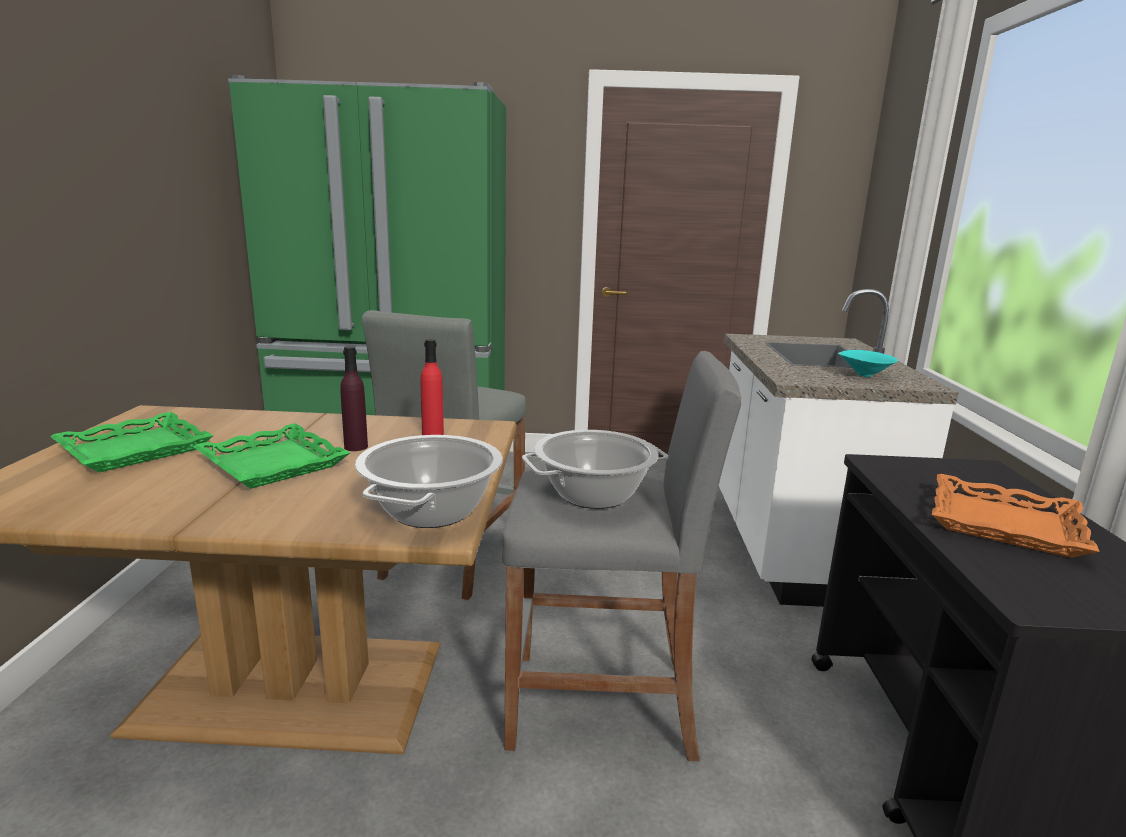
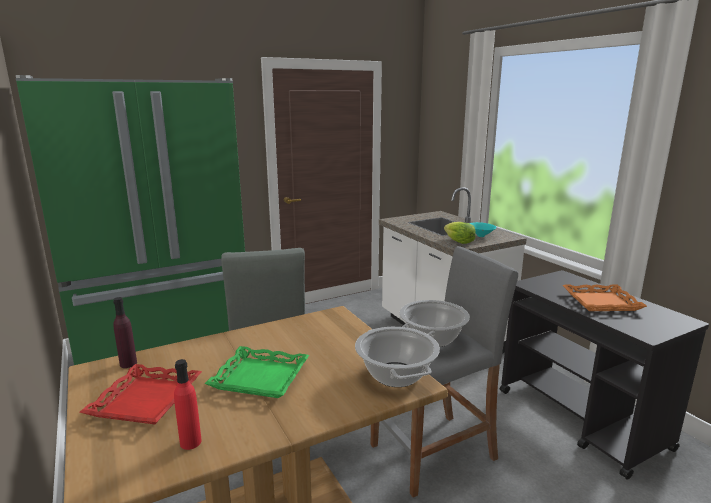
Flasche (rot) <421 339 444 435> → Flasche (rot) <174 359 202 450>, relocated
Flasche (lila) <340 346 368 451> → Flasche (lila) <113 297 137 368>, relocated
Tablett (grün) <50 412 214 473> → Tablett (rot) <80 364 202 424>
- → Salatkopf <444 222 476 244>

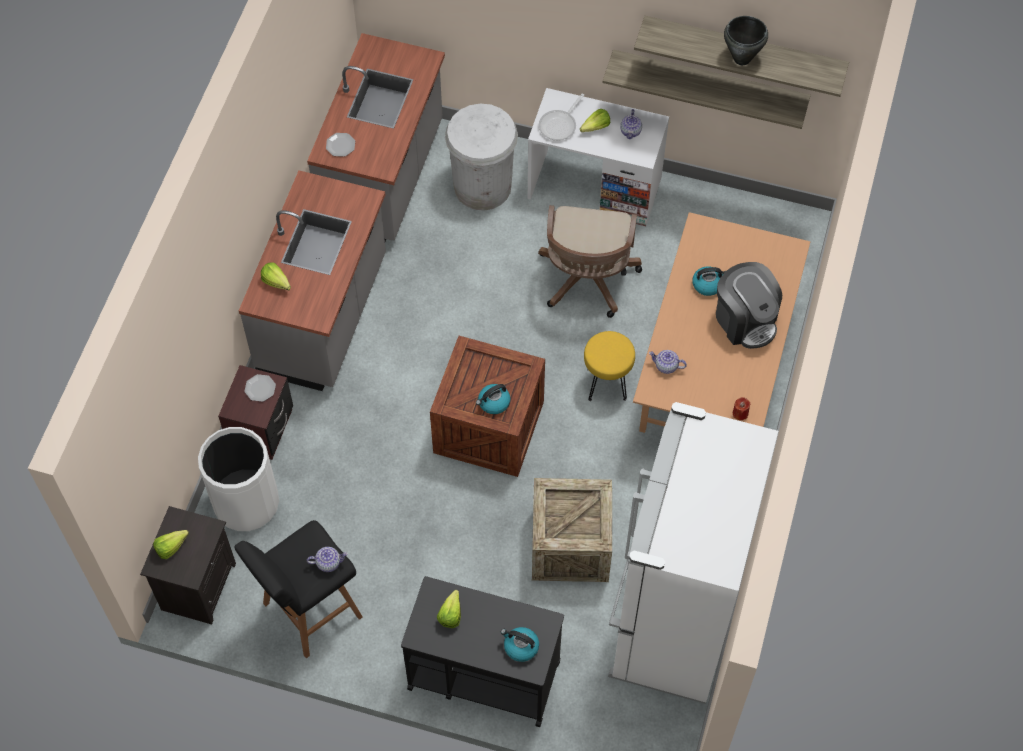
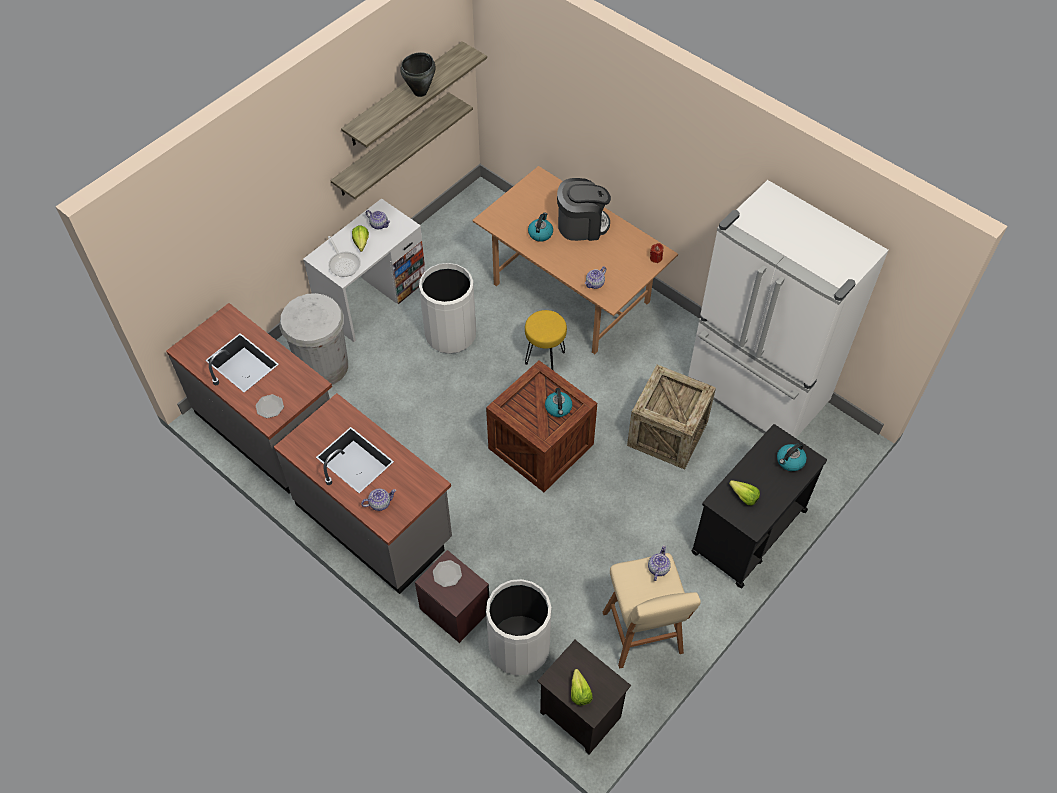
Bürostuhl (braun) <538 205 642 318> → Mülleimer (weiß) <419 263 476 354>
Salatkopf <261 262 291 290> → Teekanne <361 488 396 511>
Hocker (schwarz) <234 520 363 658> → Hocker (beige) <603 553 701 669>

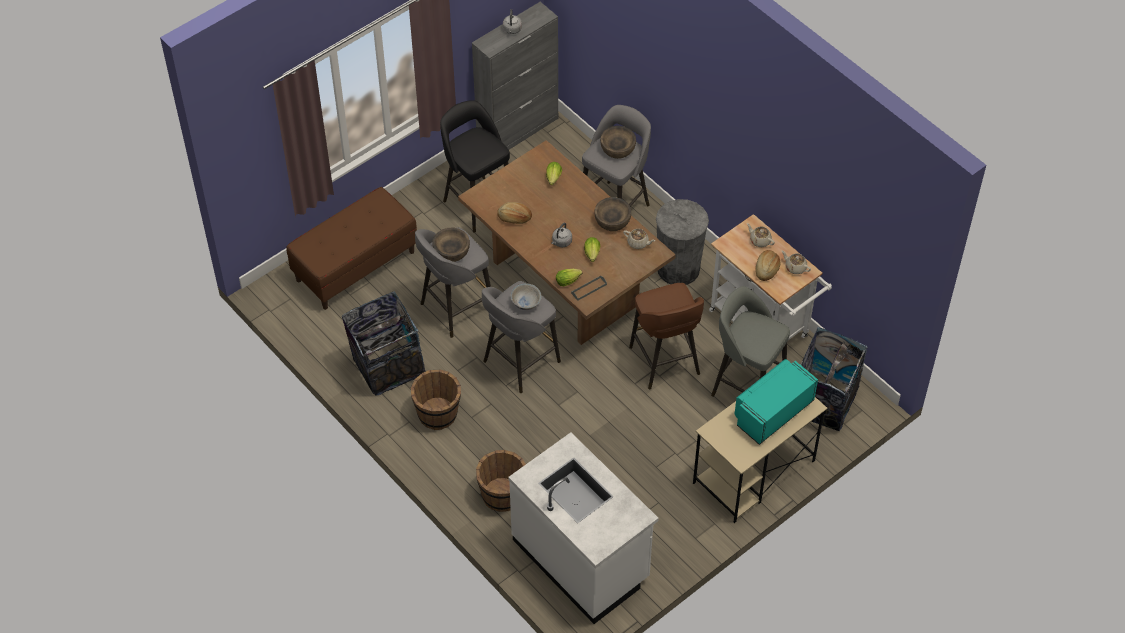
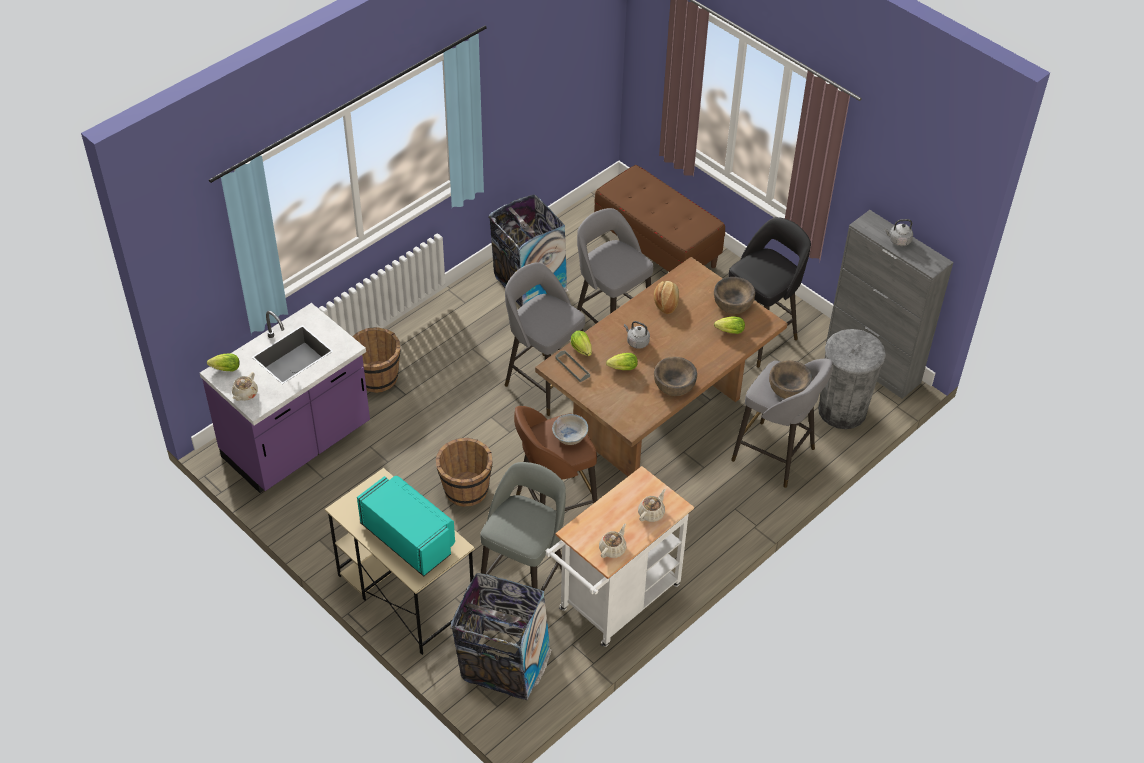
Mülleimer (grau) <656 199 709 285> → Mülleimer (grau) <818 329 886 429>, relocated
Schüssel (braun) <433 228 470 262> → Schüssel (braun) <714 277 755 314>, relocated
Teekanne (beige) <623 229 655 249> → Teekanne (beige) <232 372 258 401>, relocated
Brot <755 250 781 281> → -
Schüssel (weiß) <510 283 541 310> → Schüssel (weiß) <552 414 589 445>, relocated
Eimer (braun) <411 370 461 430> → Eimer (braun) <436 438 493 507>, relocated
Küchenzeile (weiß) <508 432 659 624> → Küchenzeile (lila) <200 303 370 493>
- → Salatkopf <207 353 240 371>

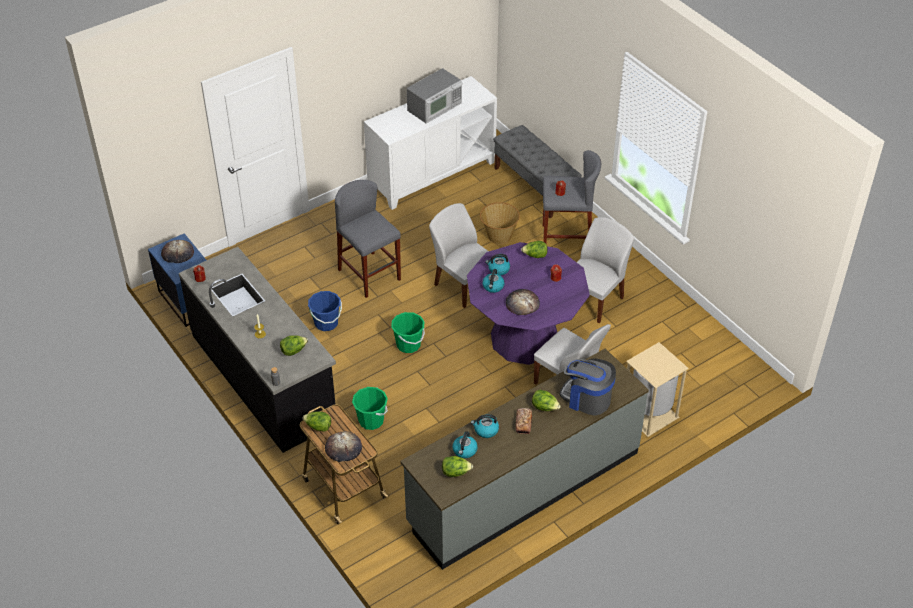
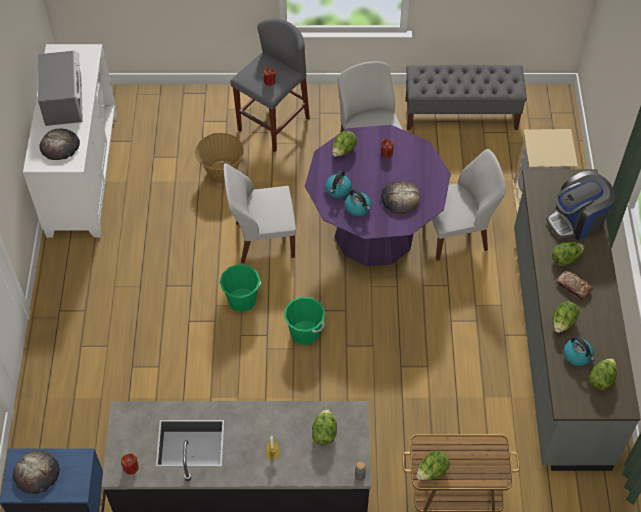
Bank (grau) <493 125 582 218> → Bank (grau) <405 65 527 130>, relocated
Hocker (grau) <335 180 401 298> → -
Eimer (blau) <308 291 342 331> → -
Eimer (grün) <352 387 388 430> → Eimer (grün) <220 264 261 312>, relocated
Wasserkessel <471 414 499 438> → Salatkopf <553 301 579 333>
Brot <325 431 362 462> → Brot <39 129 80 160>, relocated

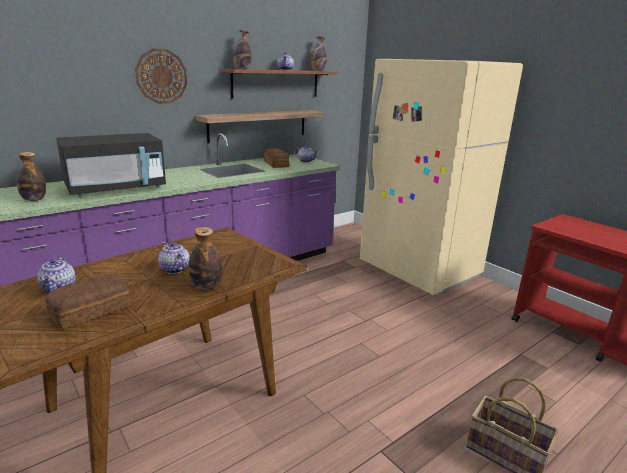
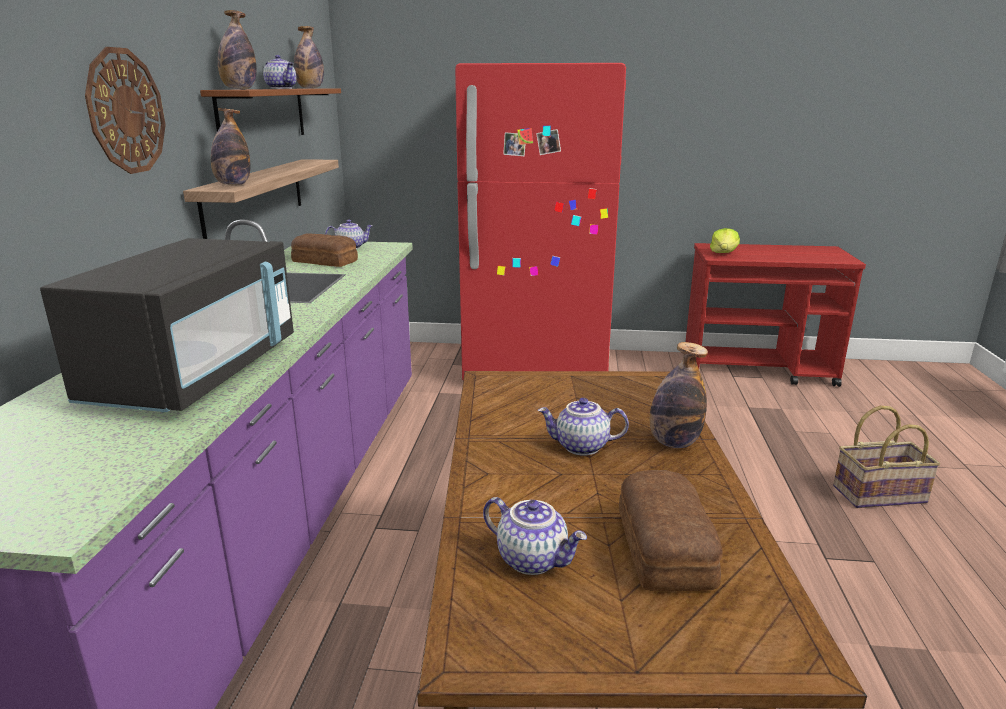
Kühlschrank (beige) <360 59 523 295> → Kühlschrank (rot) <455 63 626 380>
Flasche <17 152 46 201> → Flasche <211 108 251 185>, relocated
- → Salatkopf <710 228 740 253>

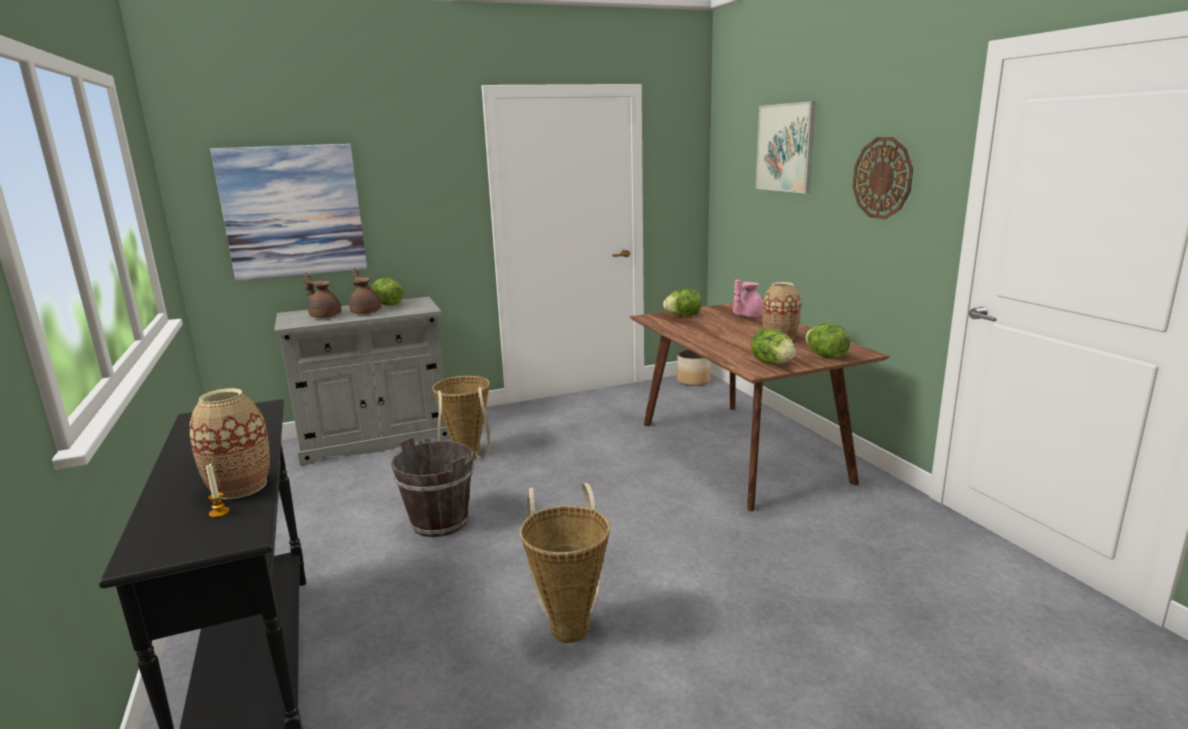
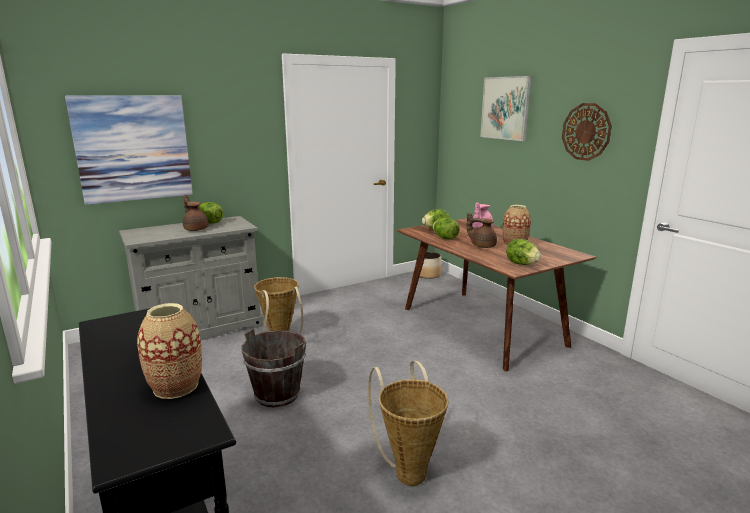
Teekanne (braun) <304 273 341 318> → Teekanne (braun) <467 212 497 248>, relocated
Salatkopf <805 323 851 359> → Salatkopf <433 217 460 239>, relocated
Kerze <206 463 230 518> → -

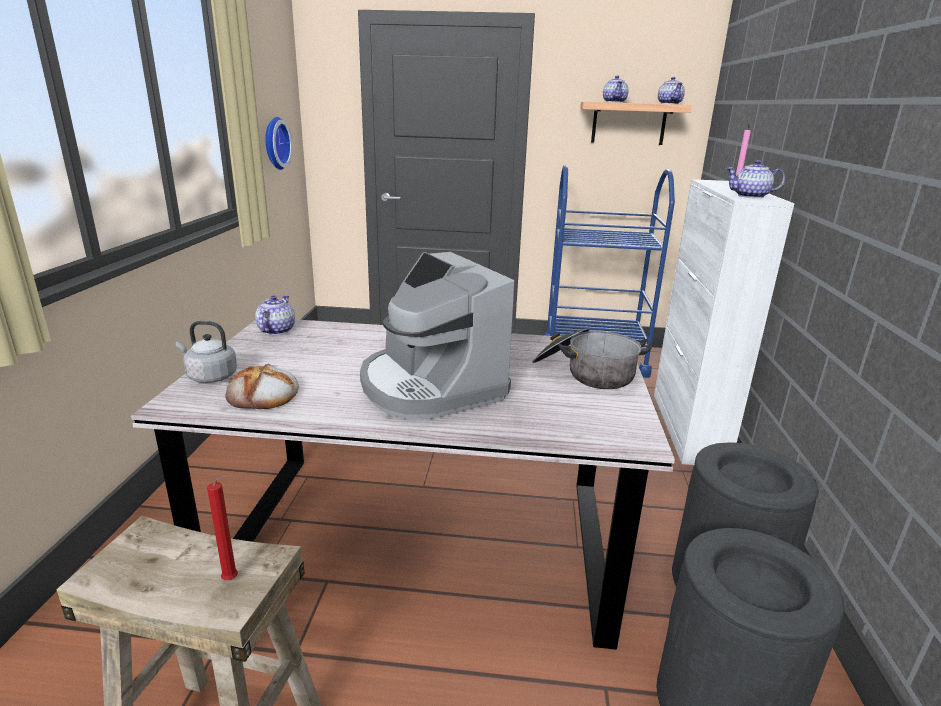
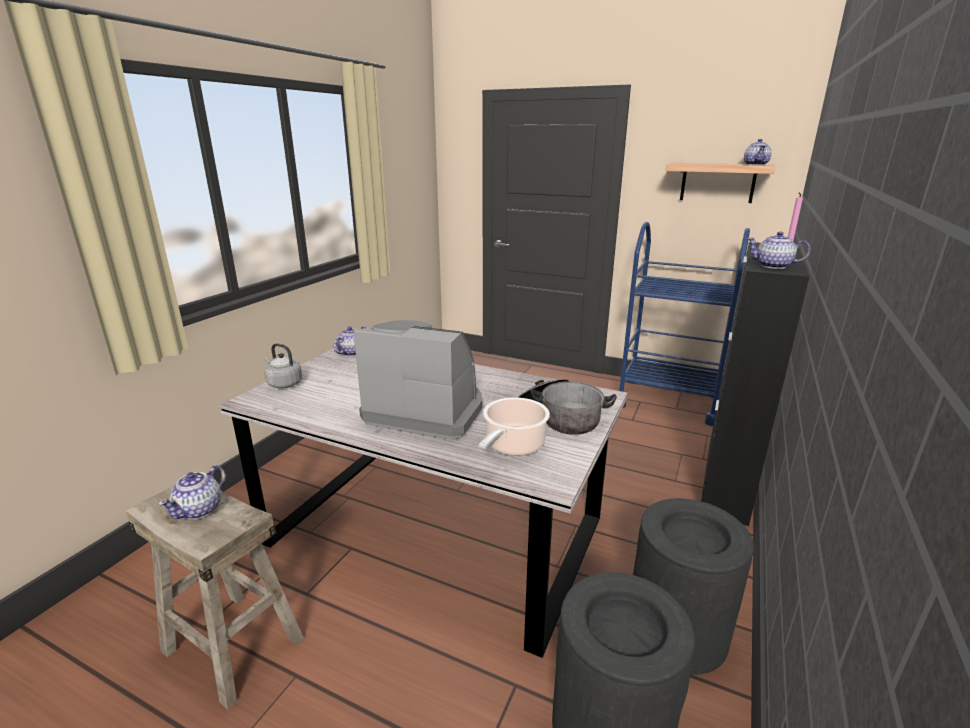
Teekanne <603 75 629 103> → Teekanne <158 465 226 519>, relocated
Wanduhr <265 117 292 170> → -
Schrank (weiß) <654 179 795 465> → Schrank (schwarz) <701 242 810 526>
Kaffeemaschine <360 252 514 419> → Kaffeemaschine <354 320 482 440>, 120 degrees clockwise
Brot <225 364 299 409> → -
Kerze (rot) <207 476 238 580> → -
- → Kochtopf <479 398 550 456>

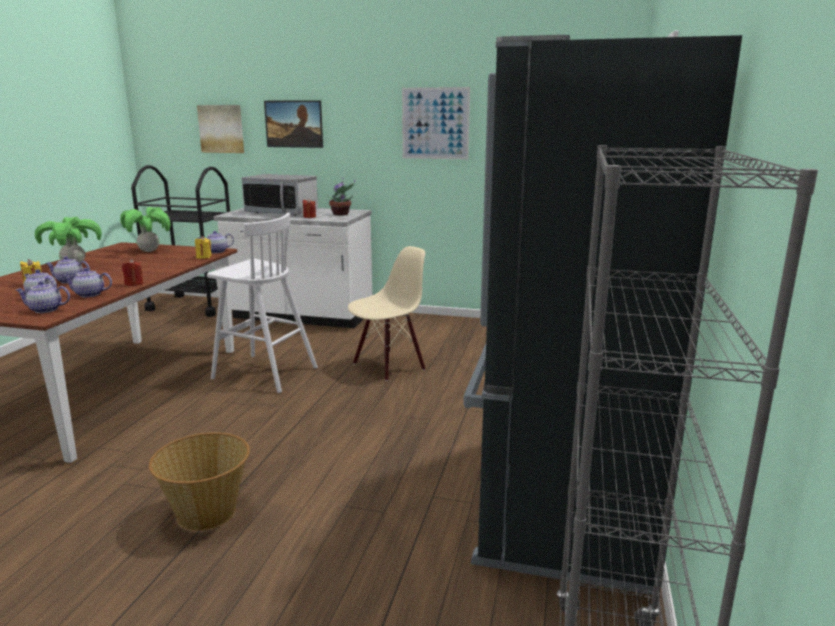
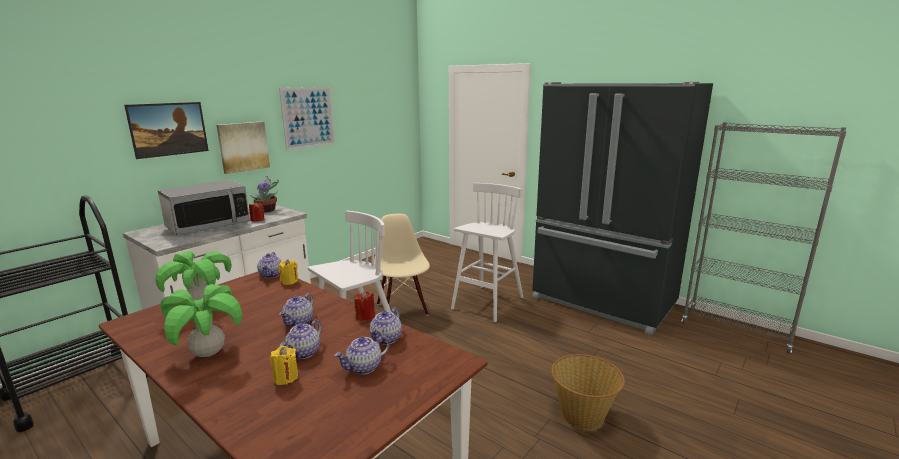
Bild <197 105 244 153> → Bild <216 121 270 174>, relocated
Teekanne <16 281 70 313> → Teekanne <279 293 314 327>, relocated
- → Hocker (weiß) <451 183 523 322>

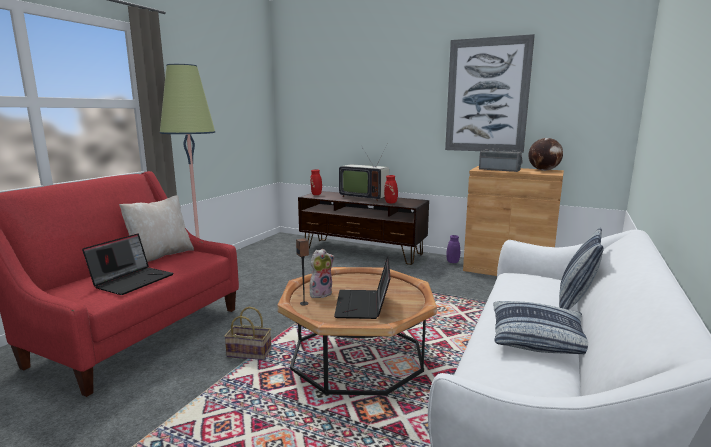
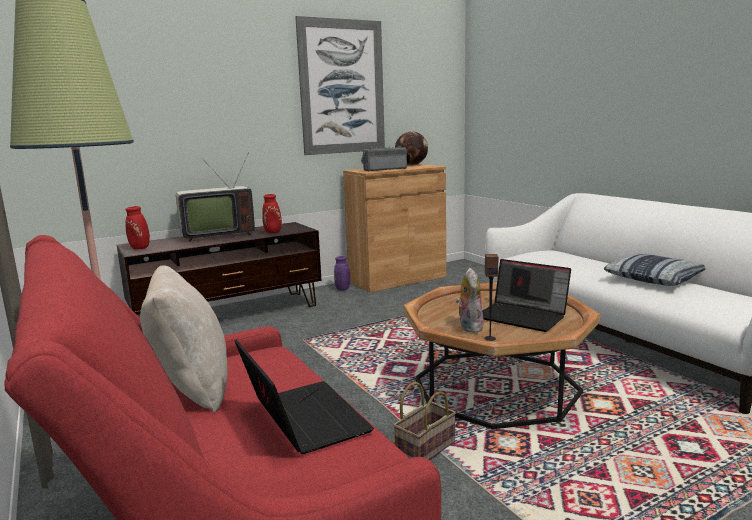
Kissen <559 228 604 310> → -

